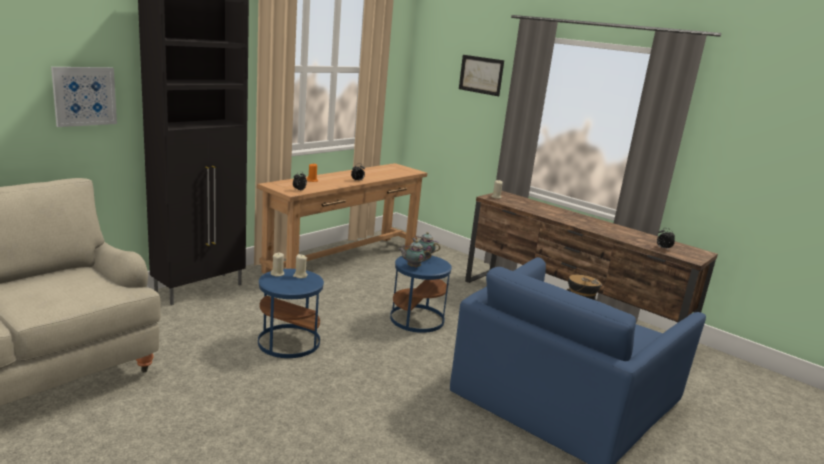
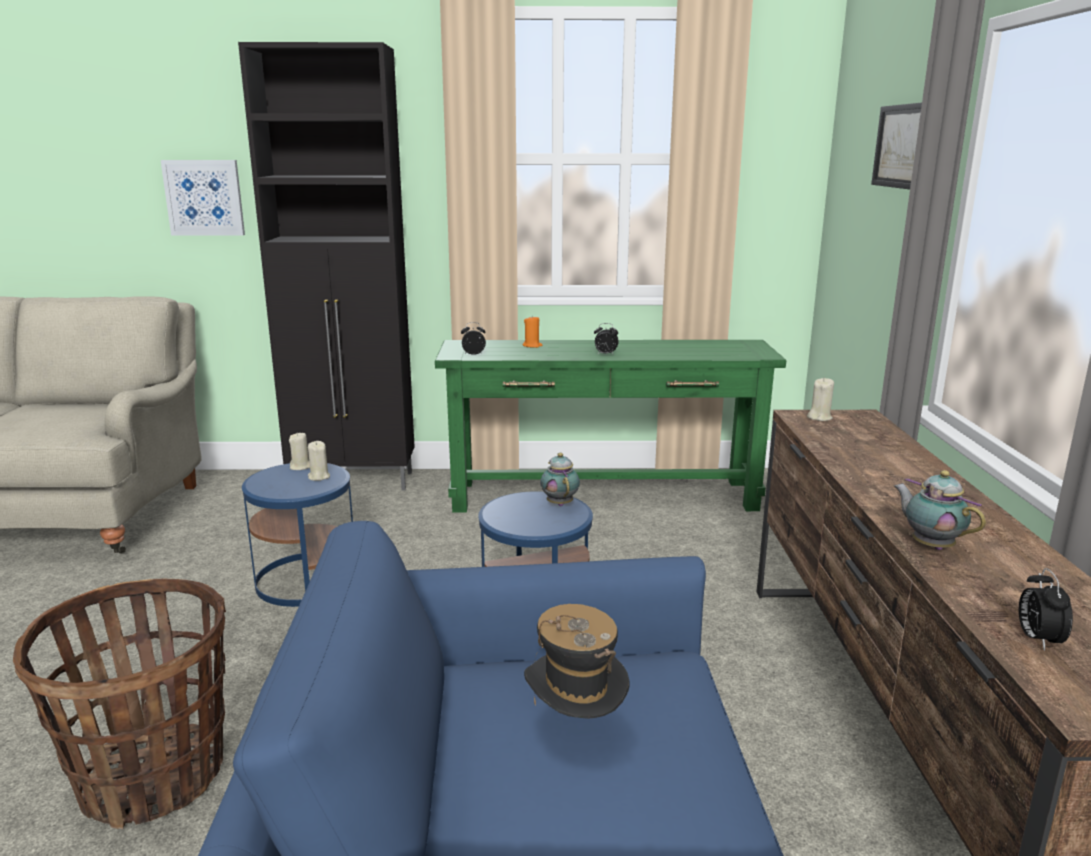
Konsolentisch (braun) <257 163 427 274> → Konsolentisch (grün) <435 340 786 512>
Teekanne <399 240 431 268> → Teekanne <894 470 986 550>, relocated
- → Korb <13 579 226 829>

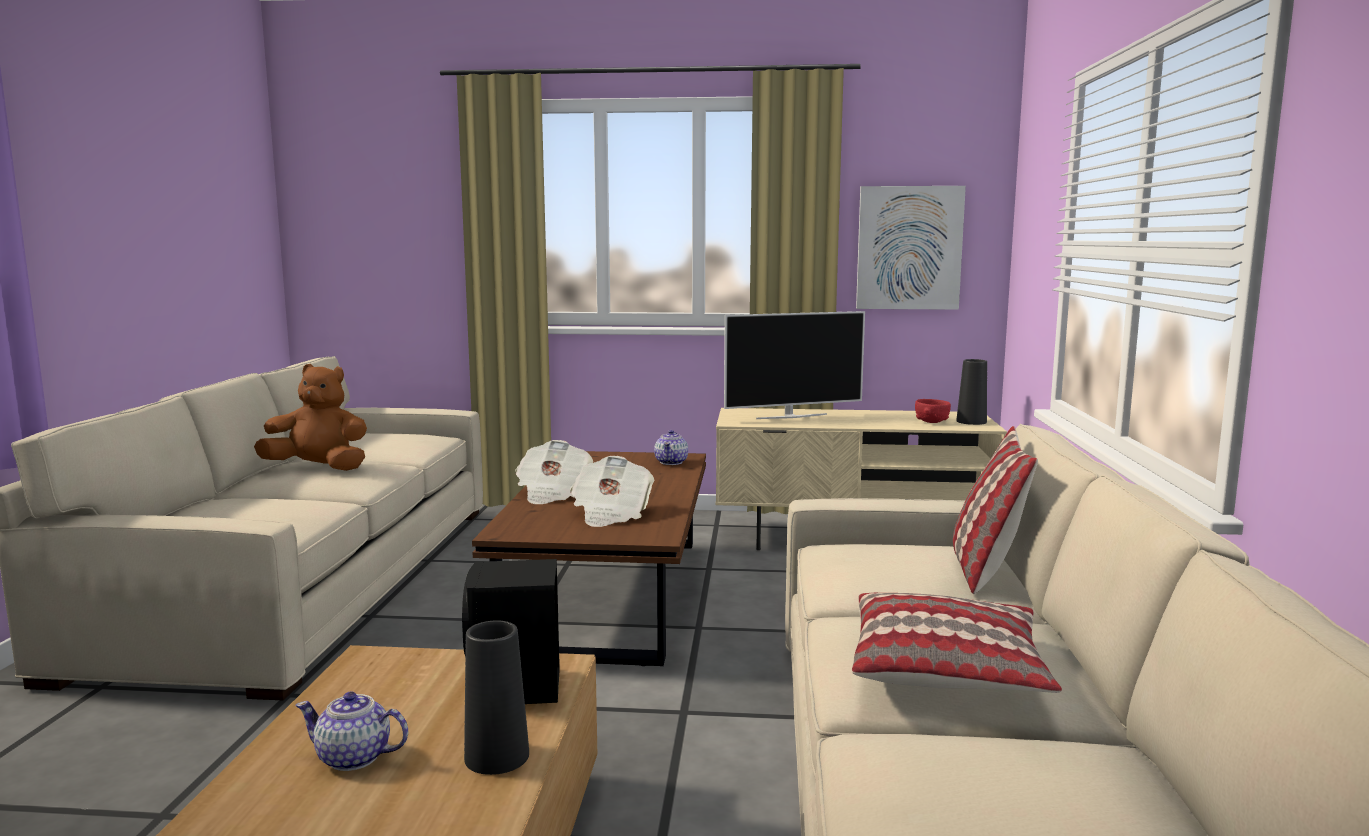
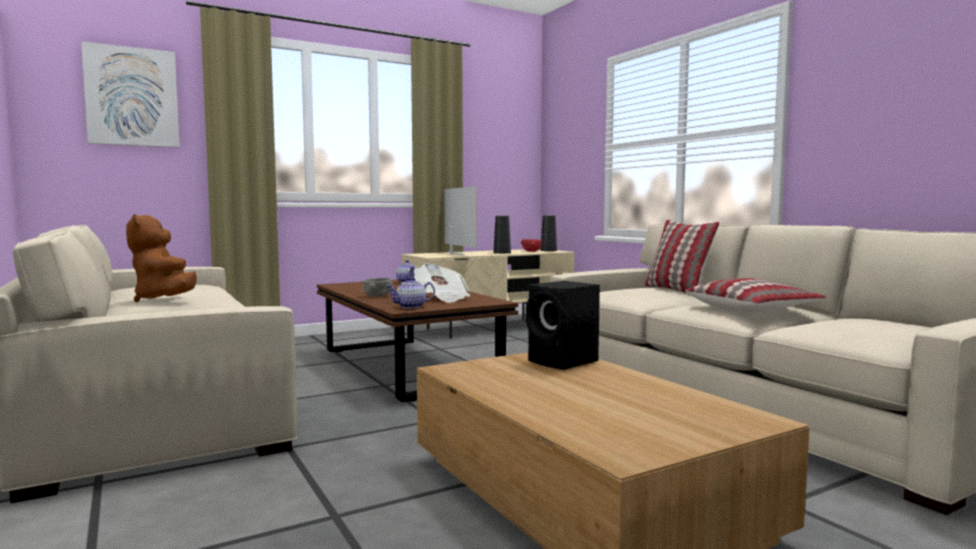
Bild <856 186 966 310> → Bild <81 41 180 148>, relocated
Fernseher <724 311 865 419> → Fernseher <444 186 477 255>, 60 degrees counterclockwise
Plüschtier (braun) <254 364 367 471> → Plüschtier (braun) <126 214 197 302>, 90 degrees counterclockwise
Zeitung <515 440 593 504> → Schüssel (grau) <363 278 393 297>
Vase (schwarz) <464 620 529 775> → Vase (schwarz) <493 216 511 254>, relocated
Teekanne <295 691 408 771> → Teekanne <387 277 435 308>, relocated

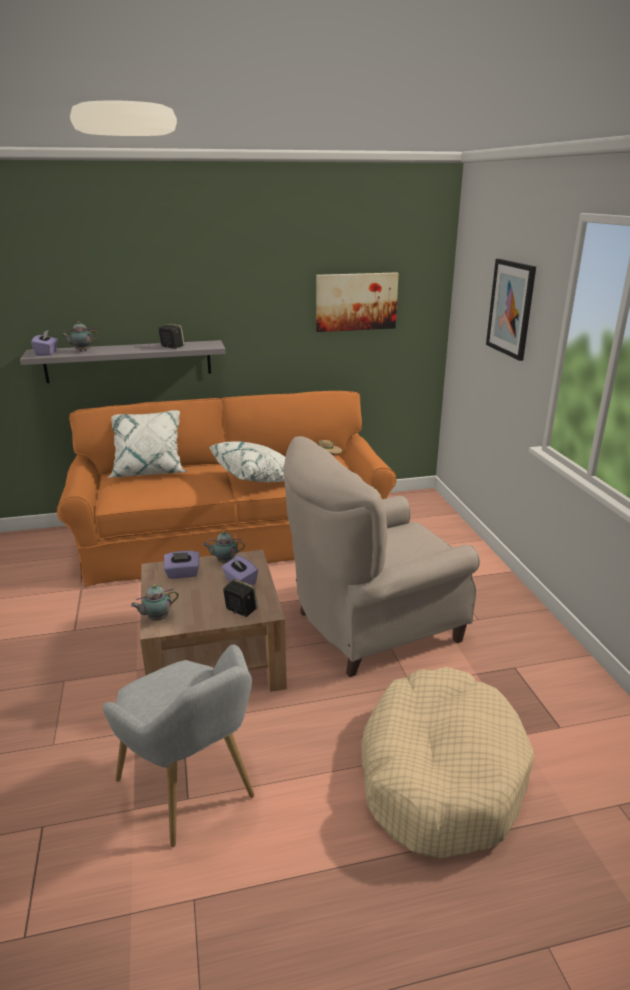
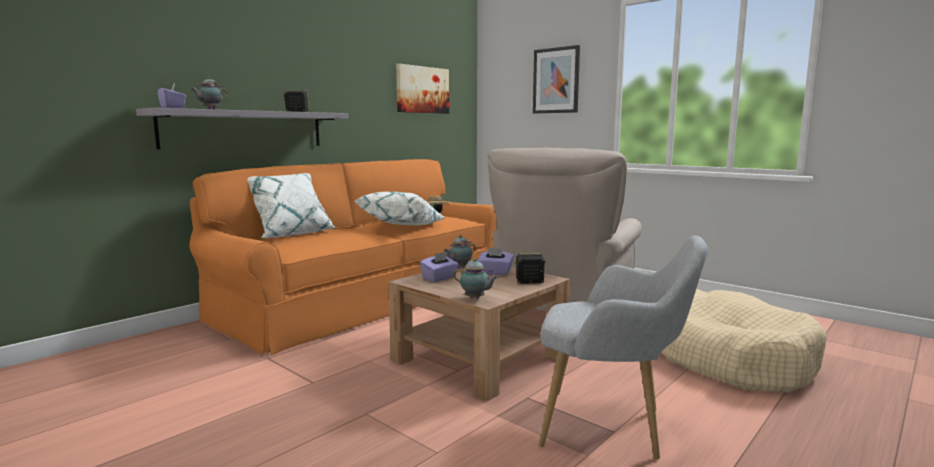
Teekanne <131 584 179 621> → Teekanne <453 258 499 299>, 90 degrees counterclockwise

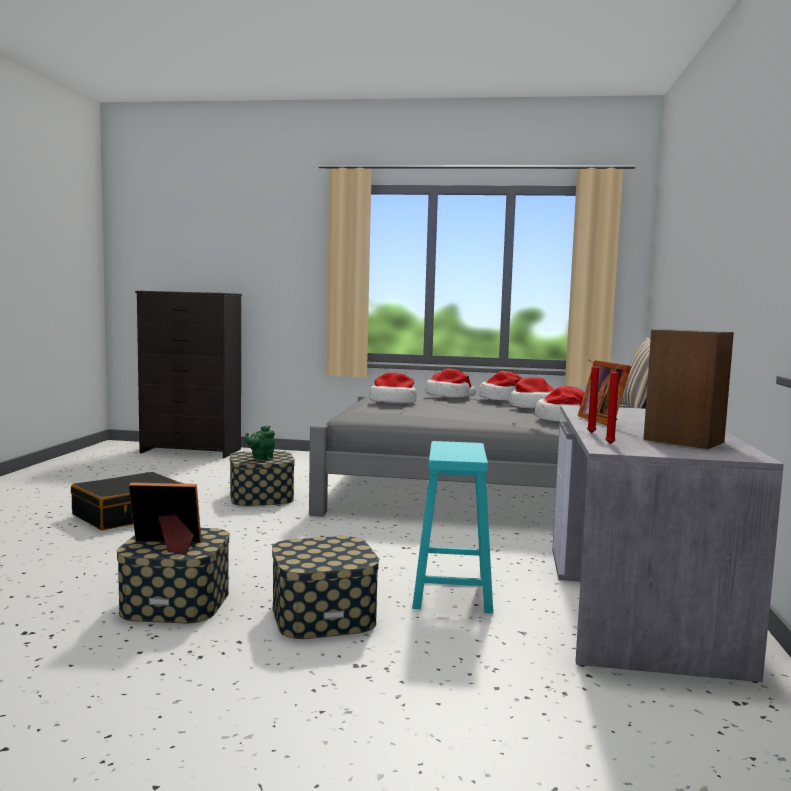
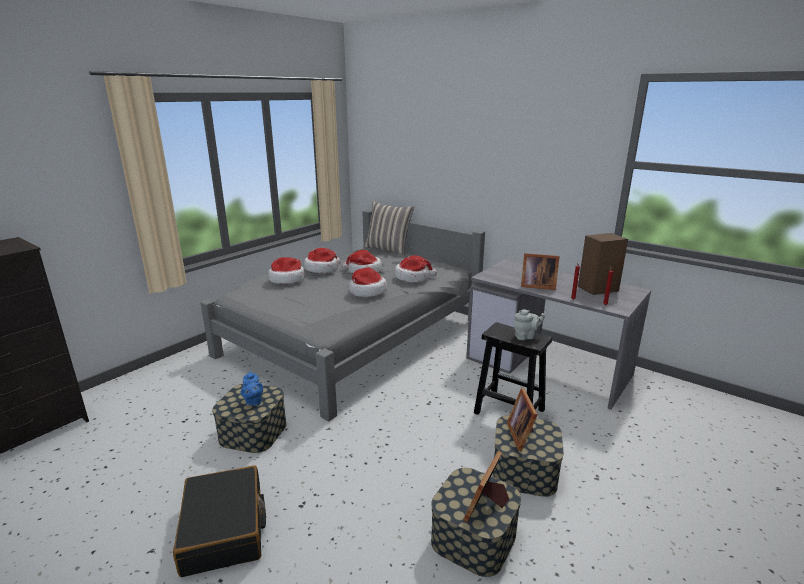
Hut <369 372 417 403> → Hut <349 267 387 297>, relocated
Teekanne (grün) <245 426 275 460> → Teekanne (blau) <241 371 263 406>
Hocker (türkis) <412 441 493 613> → Hocker (schwarz) <474 322 552 415>
- → Teekanne (grau) <514 309 545 340>
- → Bilderrahmen <507 388 538 451>

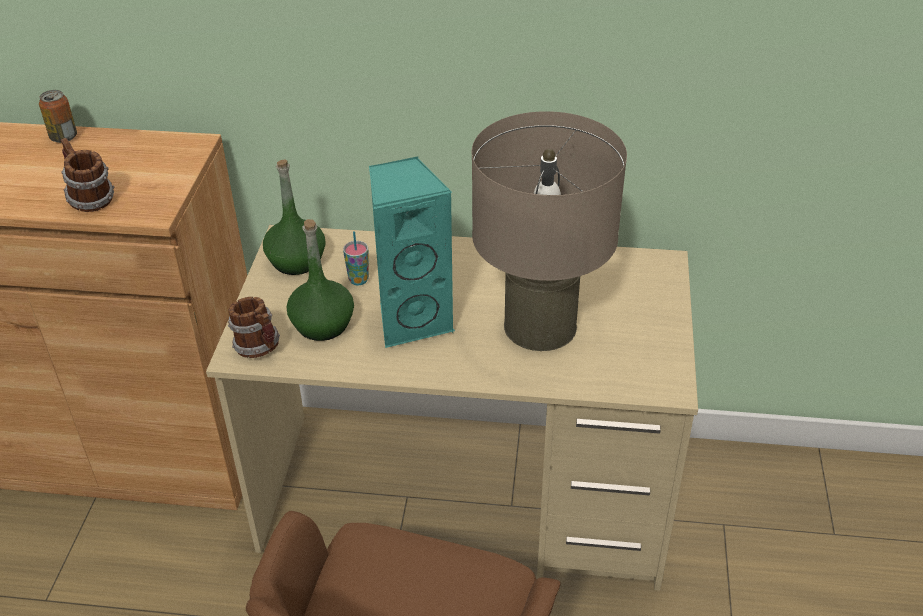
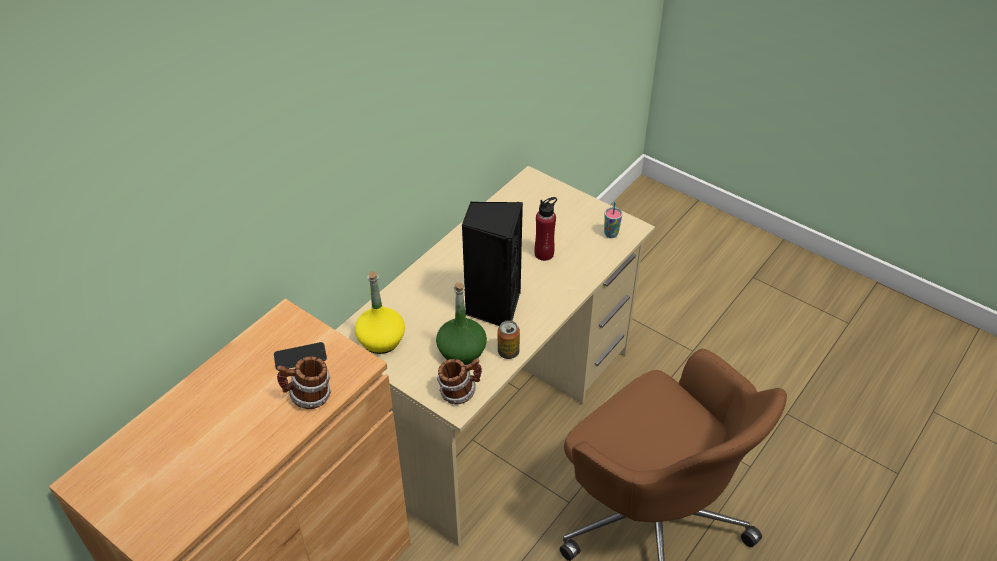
Dose <39 90 77 143> → Dose <498 320 520 359>, relocated
Tischlampe (beige) <472 111 627 351> → Flasche (rot) <534 197 557 261>
Lautsprecher (türkis) <369 156 455 349> → Lautsprecher (schwarz) <462 202 523 326>
Flasche (grün) <263 159 326 275> → Flasche (gelb) <355 271 405 354>
Tasse <343 231 369 285> → Tasse <604 202 622 238>, relocated
- → Handy <274 342 327 370>

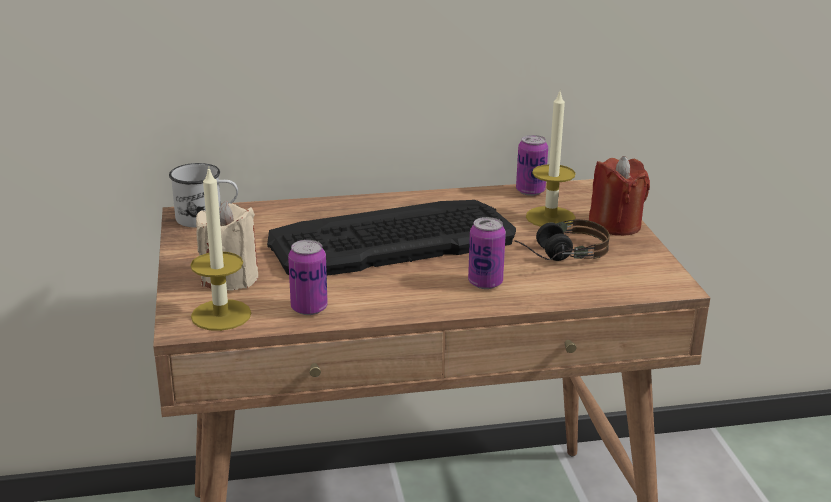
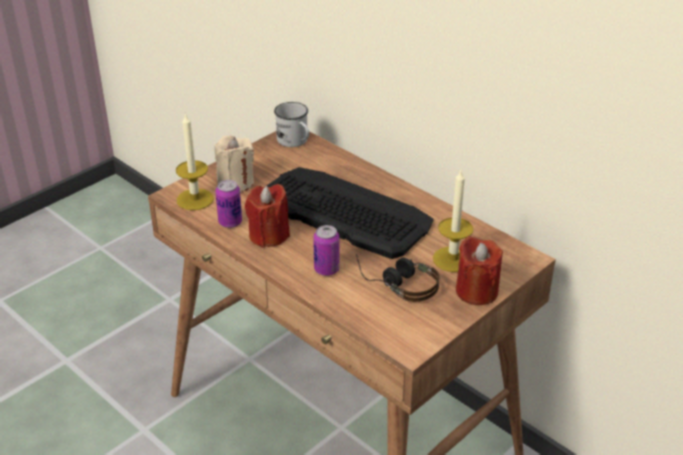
Dose <516 135 548 196> → -
- → Kerze (rot) <245 184 290 248>

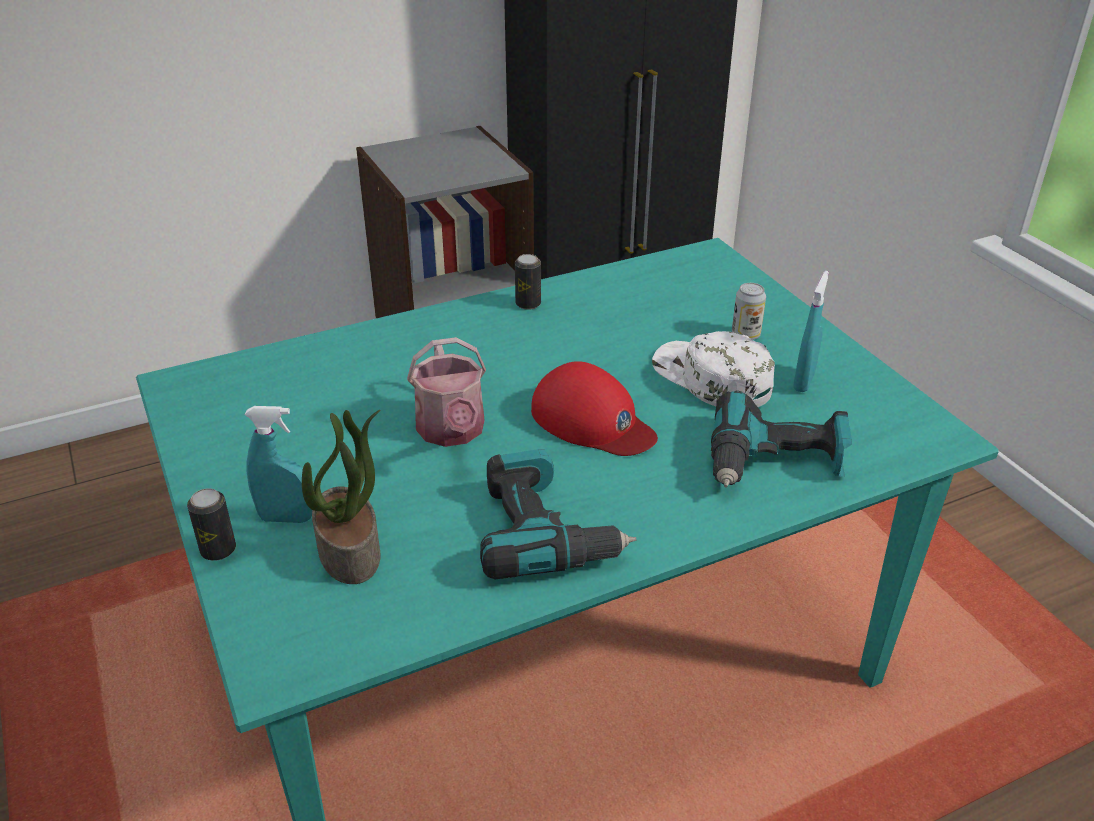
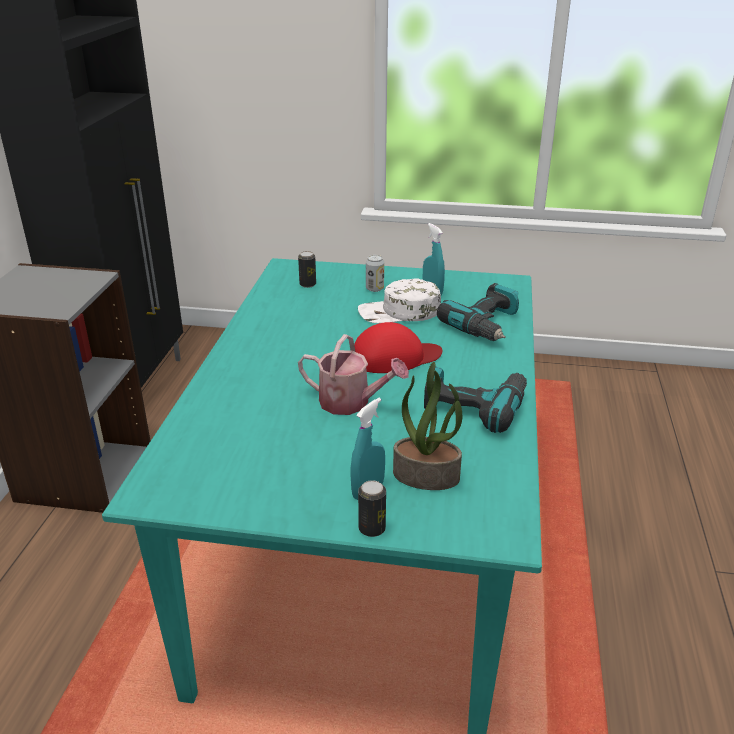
Dose <515 254 541 310> → Dose <298 251 316 288>, relocated

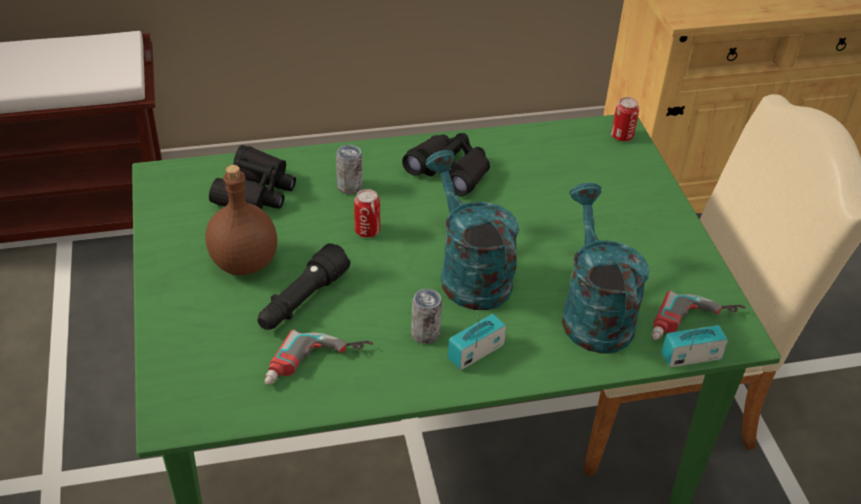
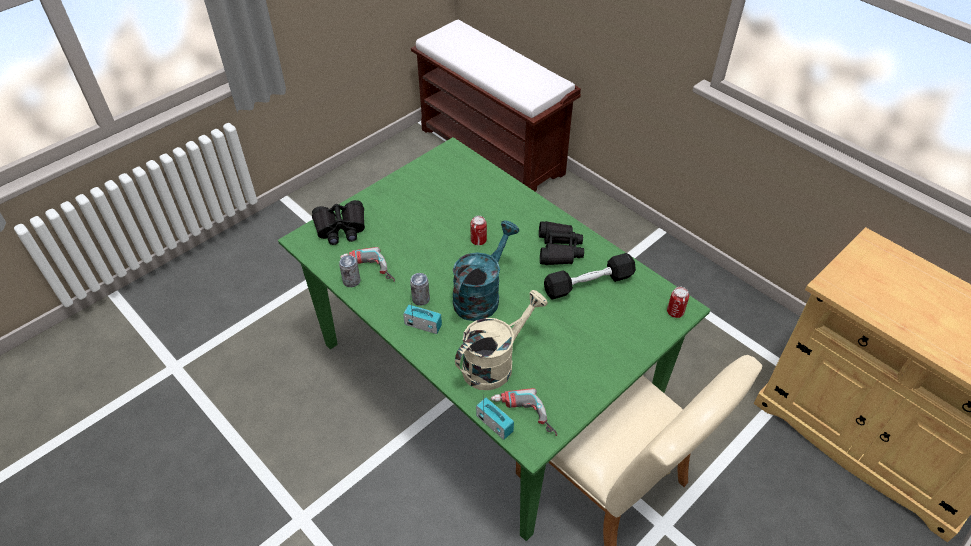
Fernglas (schwarz) <209 145 296 209> → Fernglas (schwarz) <312 200 365 245>, relocated
Dose <336 145 363 194> → Dose <339 255 361 287>, relocated
Flasche (braun) <205 165 277 275> → -
Gießkanne (türkis) <562 183 649 354> → Gießkanne (beige) <455 290 548 390>
Taschenlampe (schwarz) <258 243 350 330> → -
- → Hantel (schwarz) <544 253 636 300>

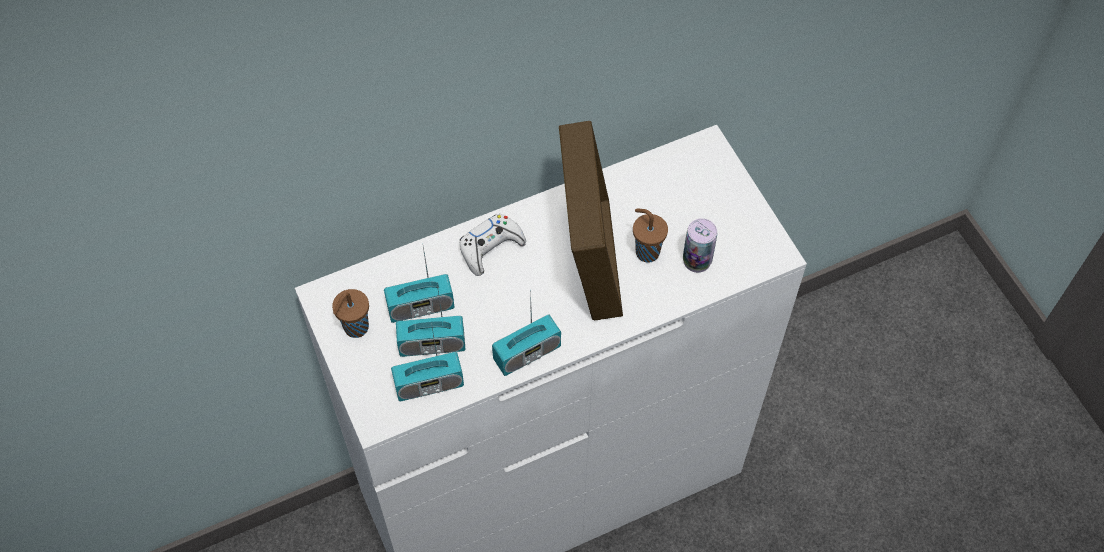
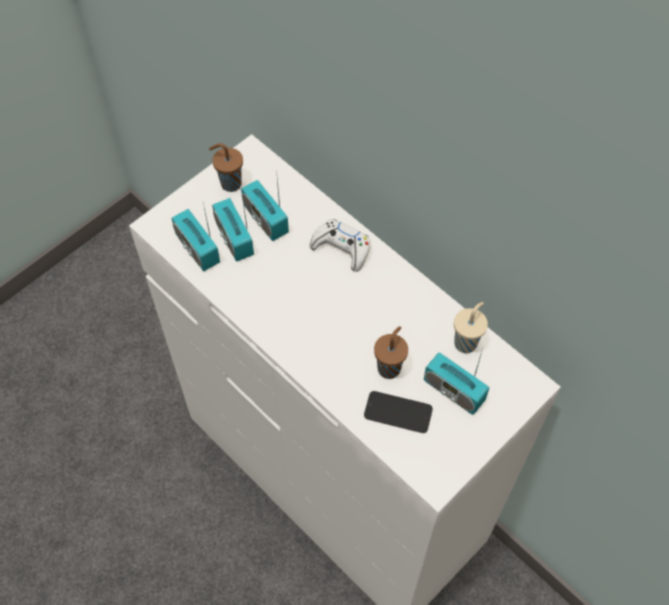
Bilderrahmen <559 121 623 320> → -
Dose <683 218 717 273> → Handy <364 391 433 433>
Radio <492 290 561 376> → Radio <424 348 489 415>, relocated
- → Tasse (beige) <454 302 488 353>

